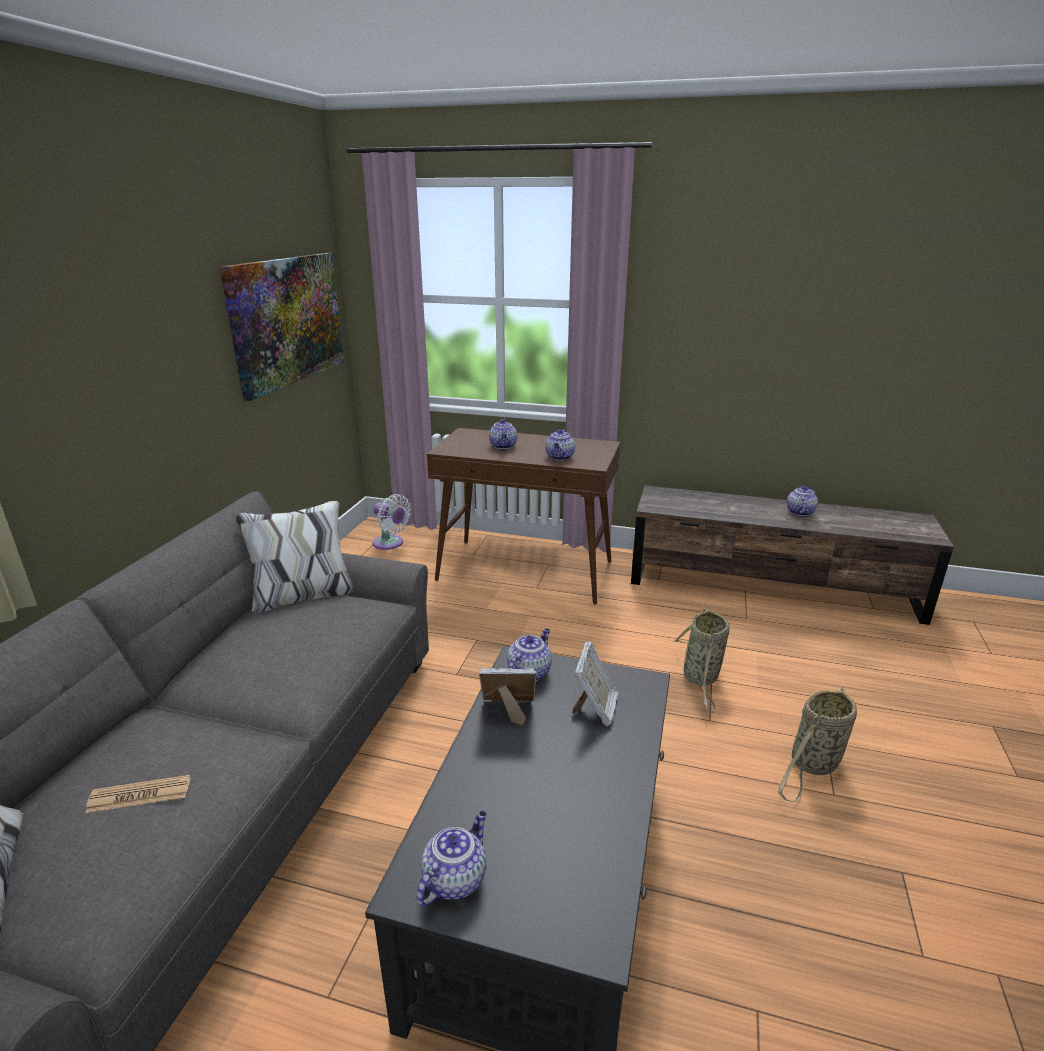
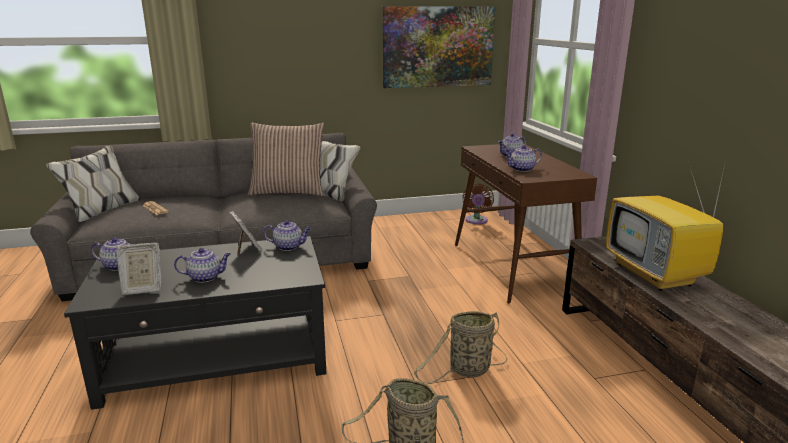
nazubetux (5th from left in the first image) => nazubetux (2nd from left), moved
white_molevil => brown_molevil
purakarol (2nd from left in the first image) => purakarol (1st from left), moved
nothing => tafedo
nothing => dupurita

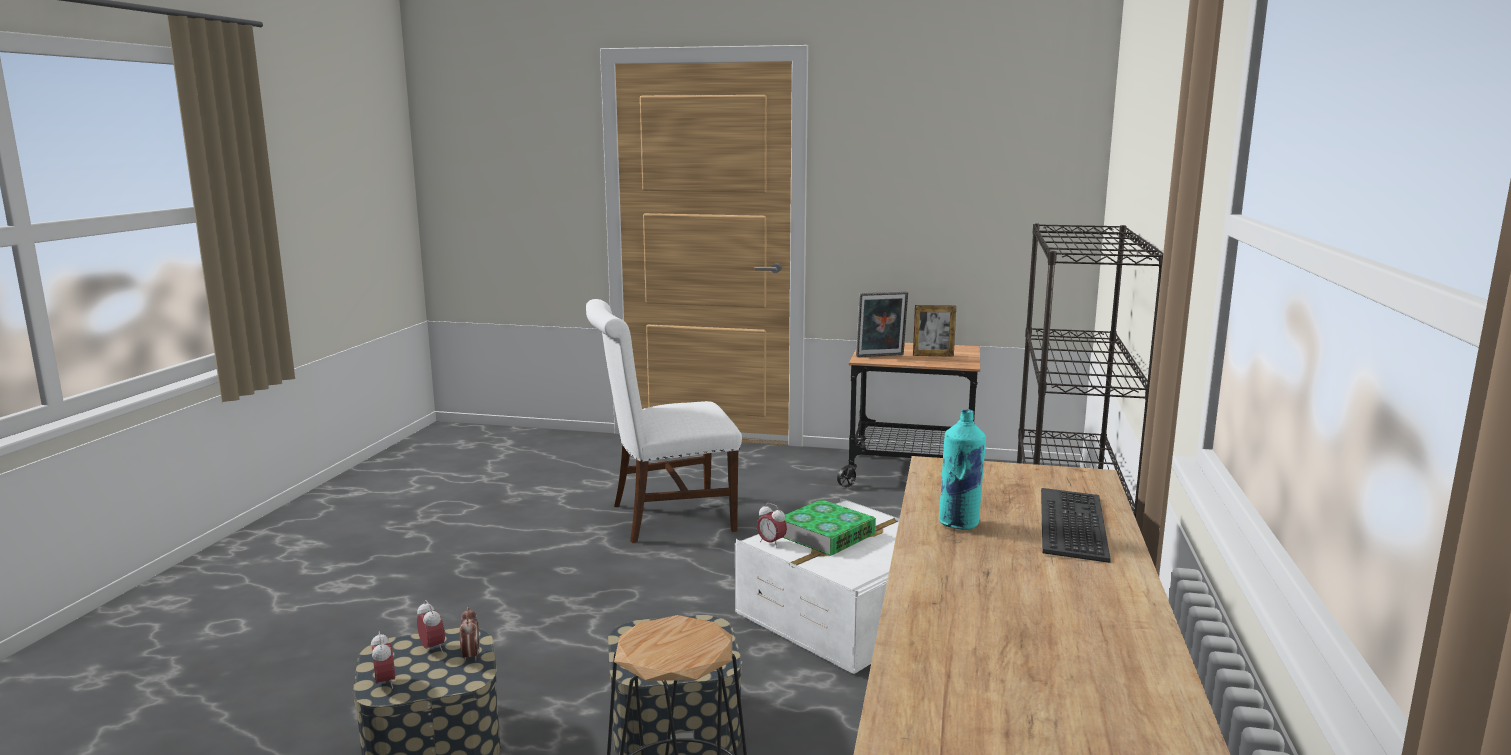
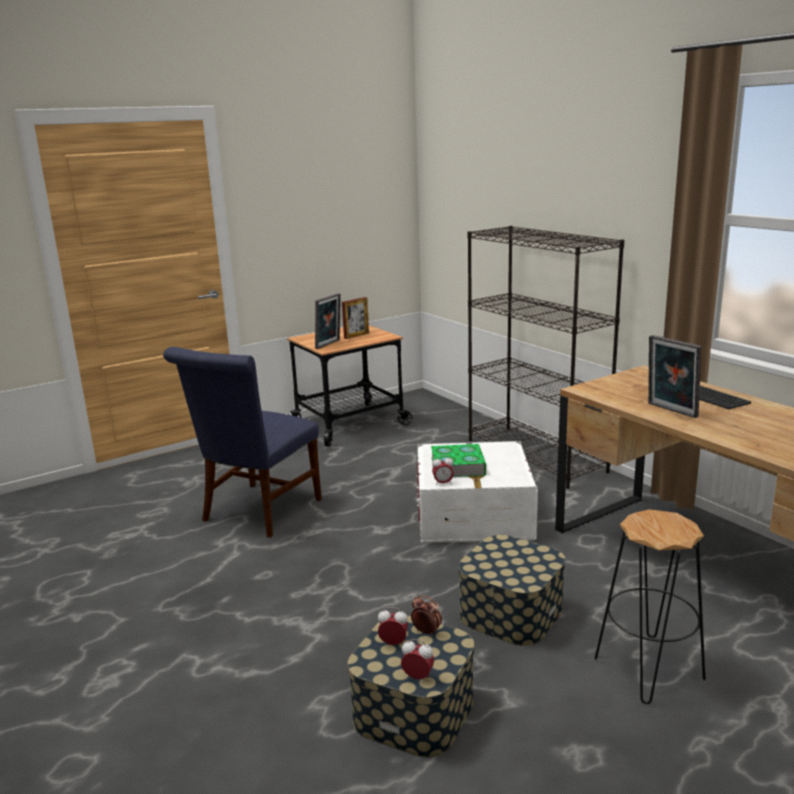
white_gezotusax => blue_gezotusax
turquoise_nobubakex => purakarol (3rd from left)

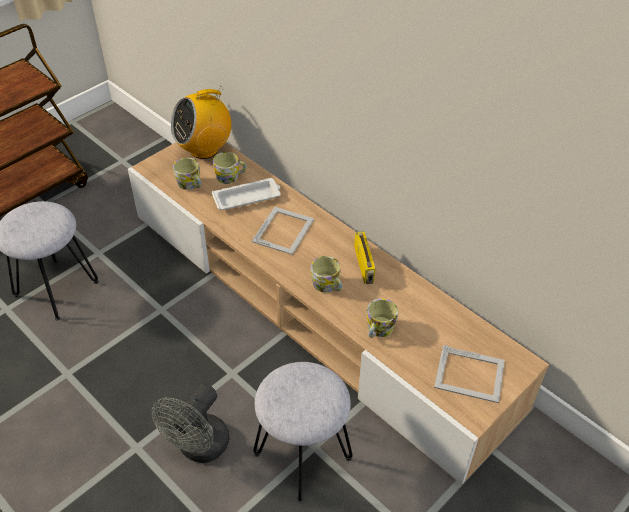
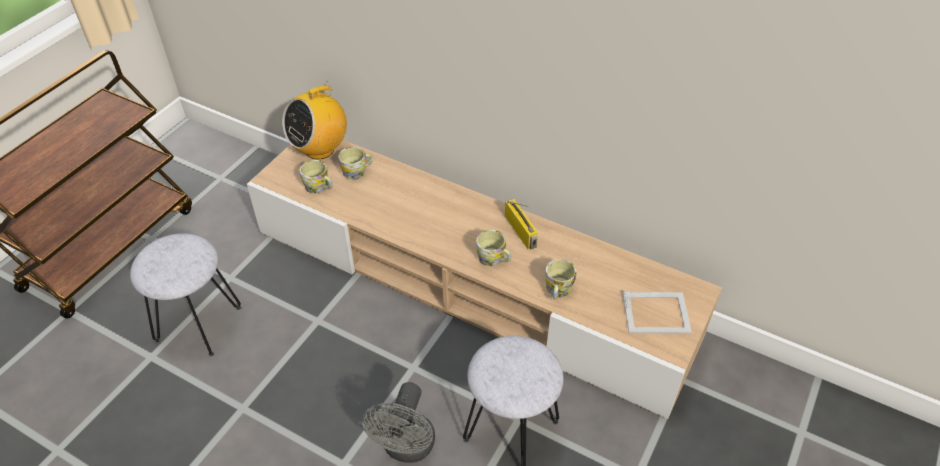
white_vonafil => nothing
purakarol (1st from left) => nothing

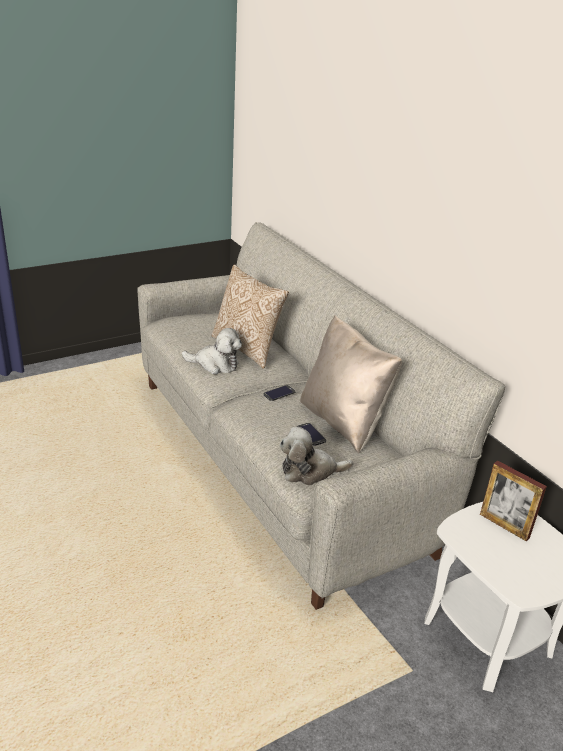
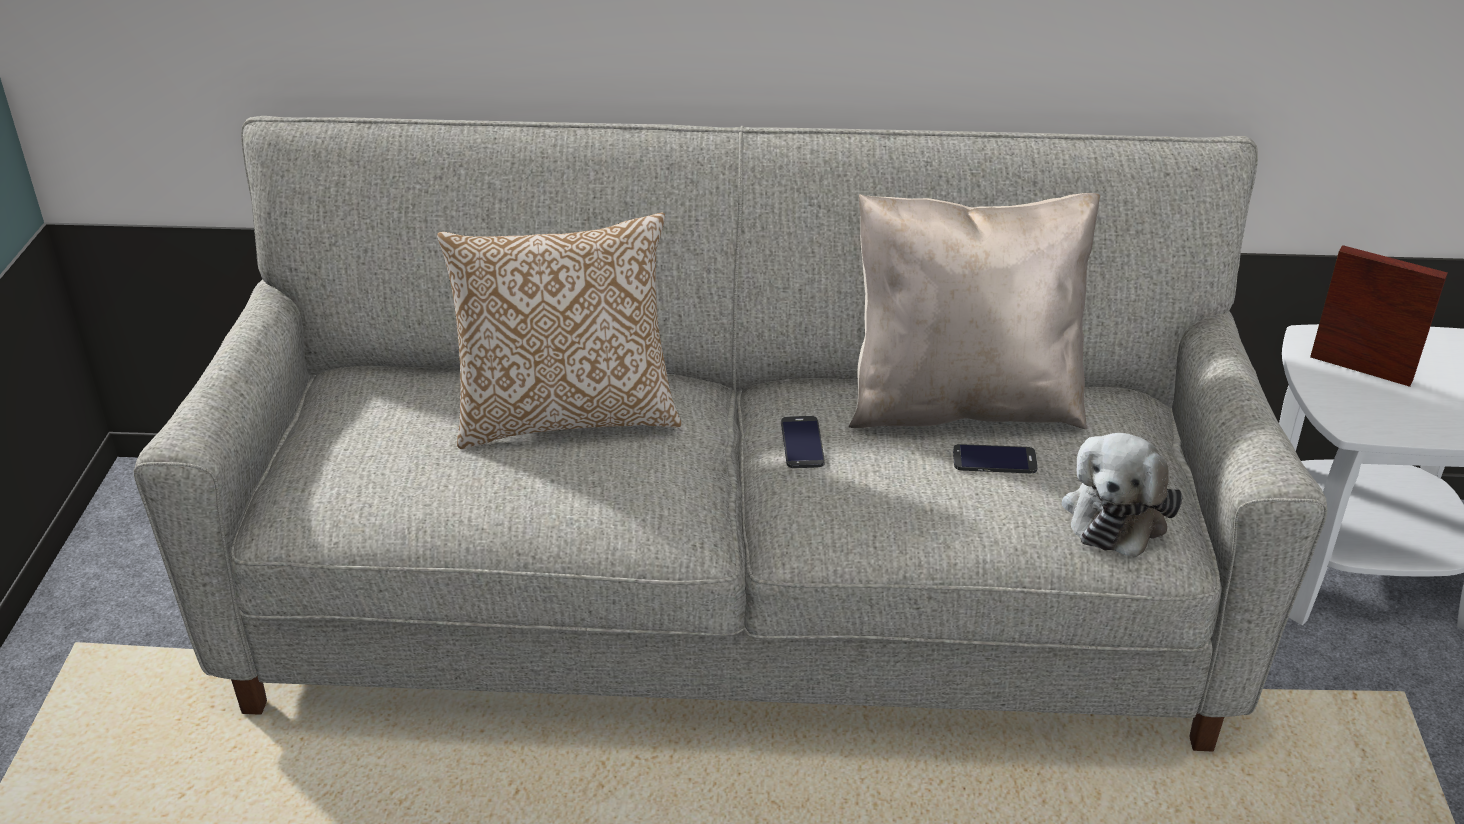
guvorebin (1st from left) => nothing
purakarol, 135 degrees counterclockwise

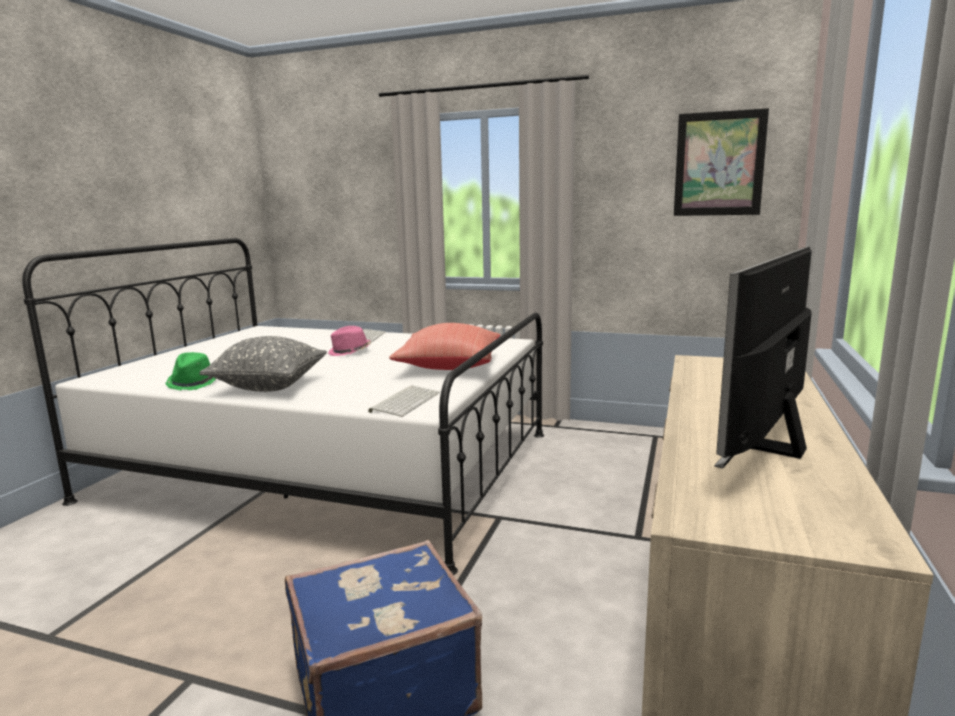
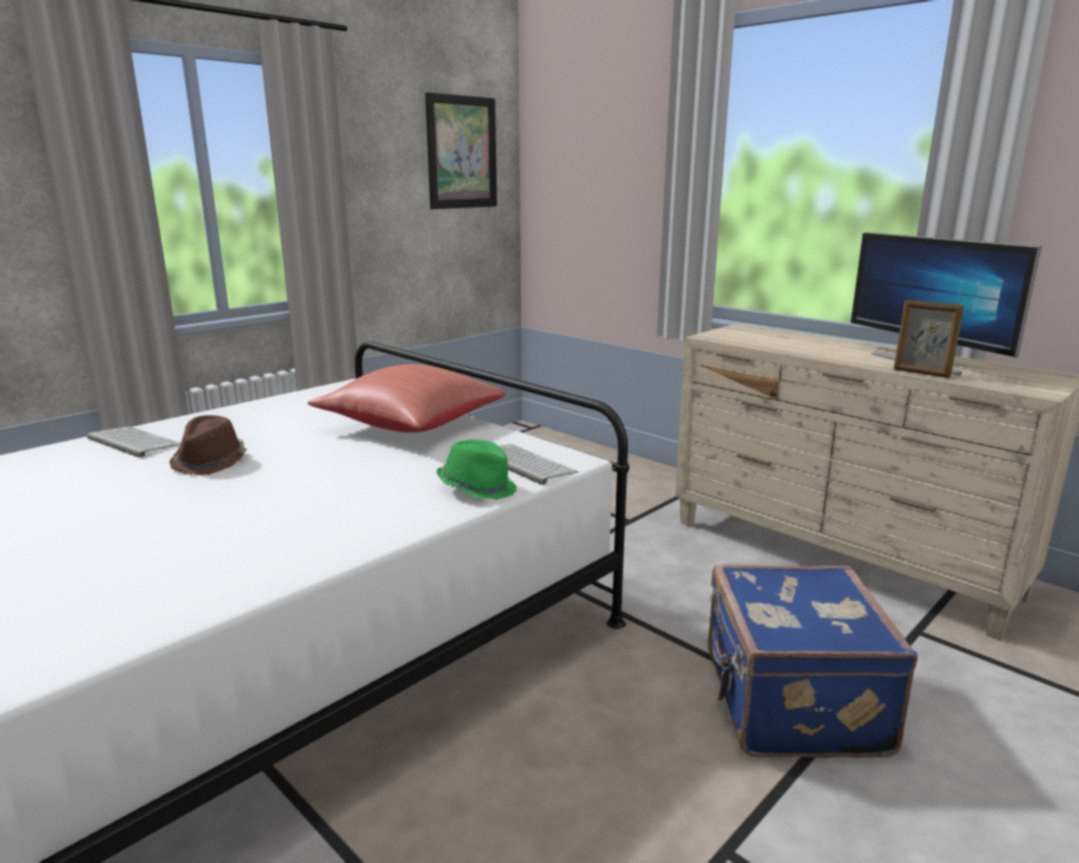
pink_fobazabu => brown_fobazabu
grey_tafedo => nothing
green_fobazabu, moved
nothing => purakarol

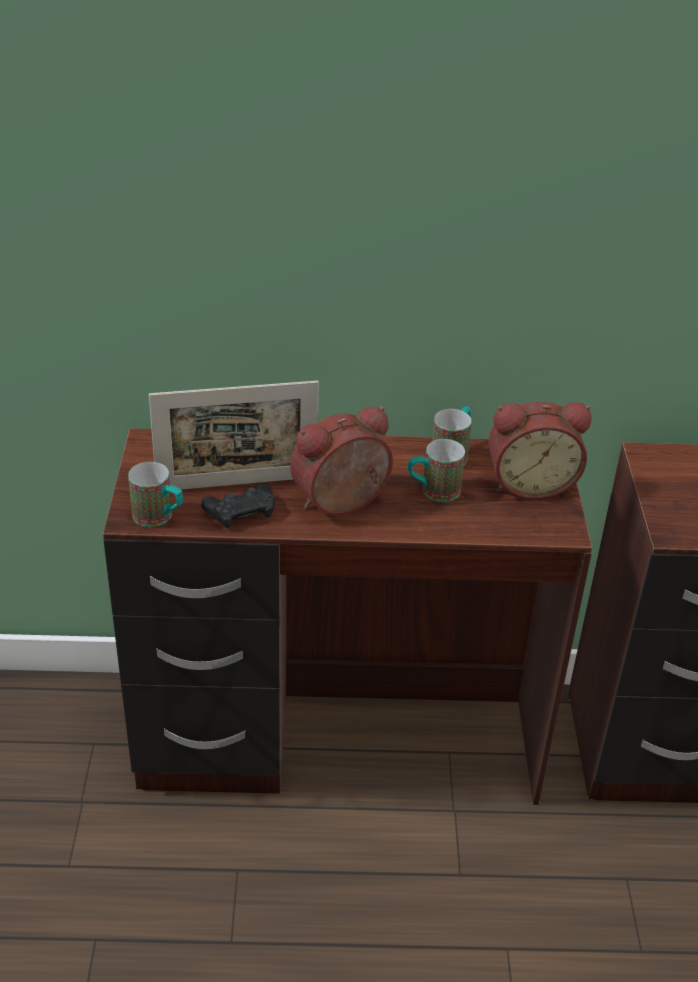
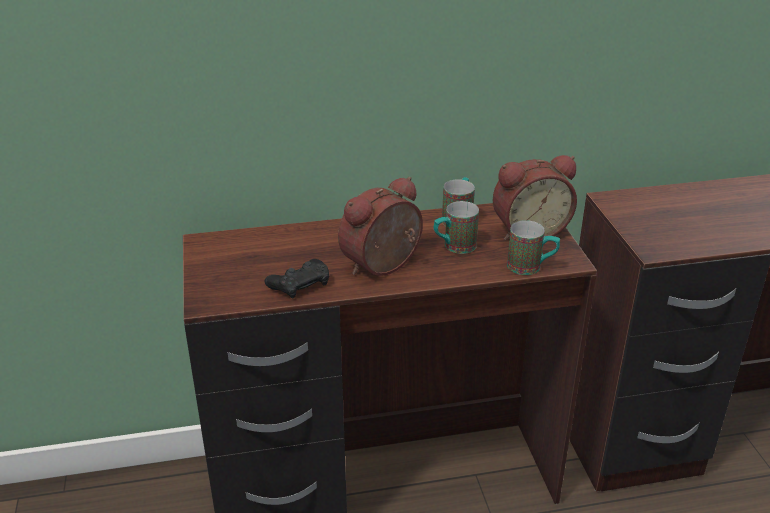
purakarol => nothing
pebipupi (1st from left in the first image) => pebipupi (3rd from left), moved

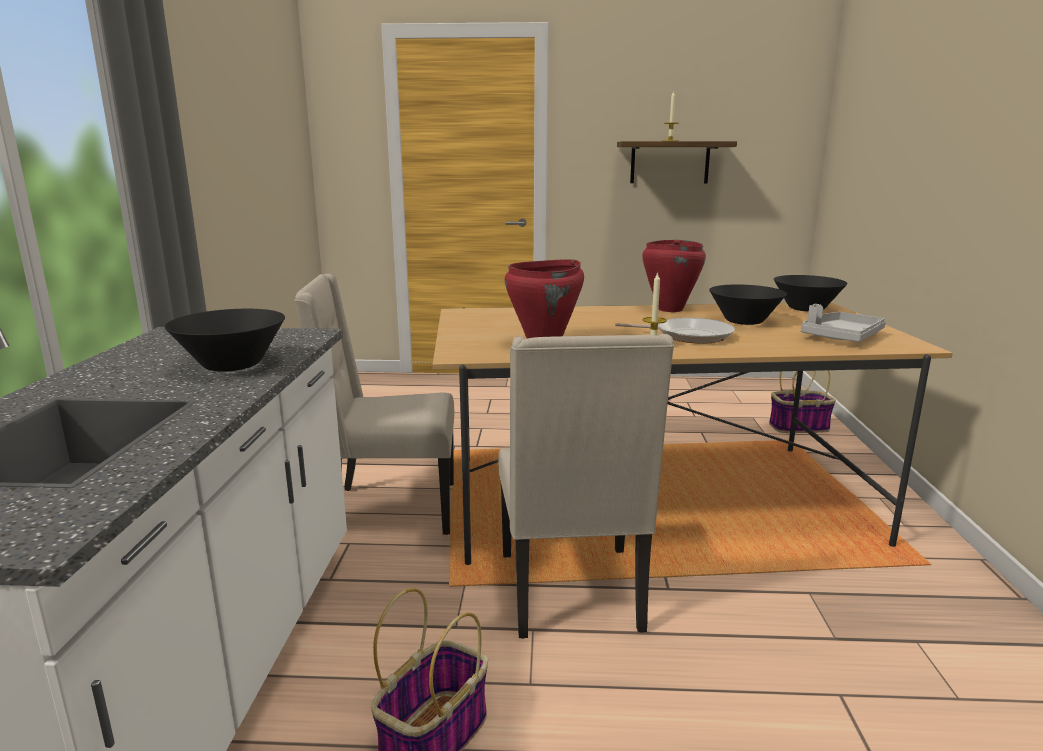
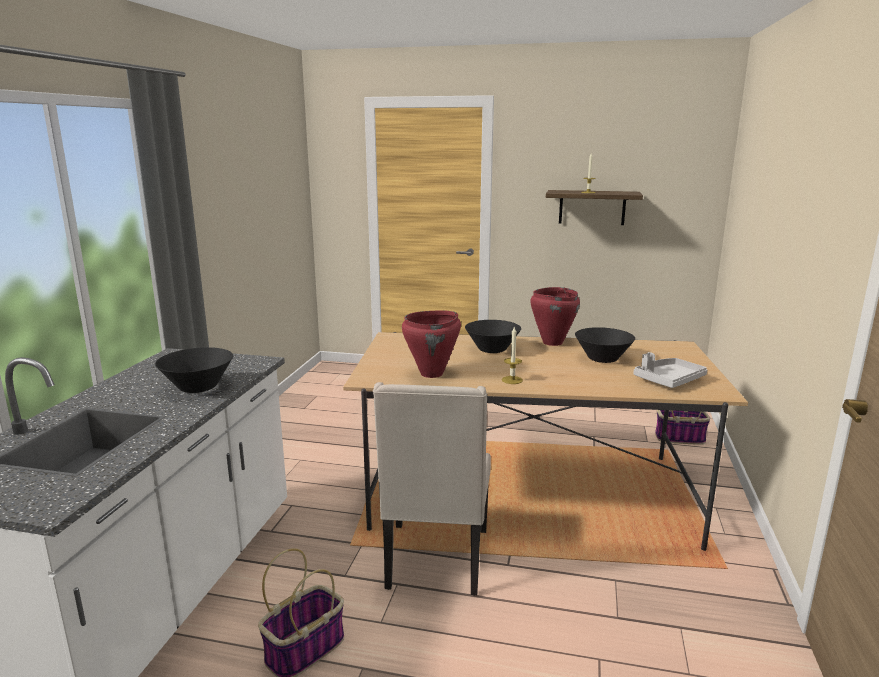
beige_gezotusax (1st from left) => nothing
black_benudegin (3rd from left in the first image) => black_benudegin (2nd from left), moved
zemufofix => nothing

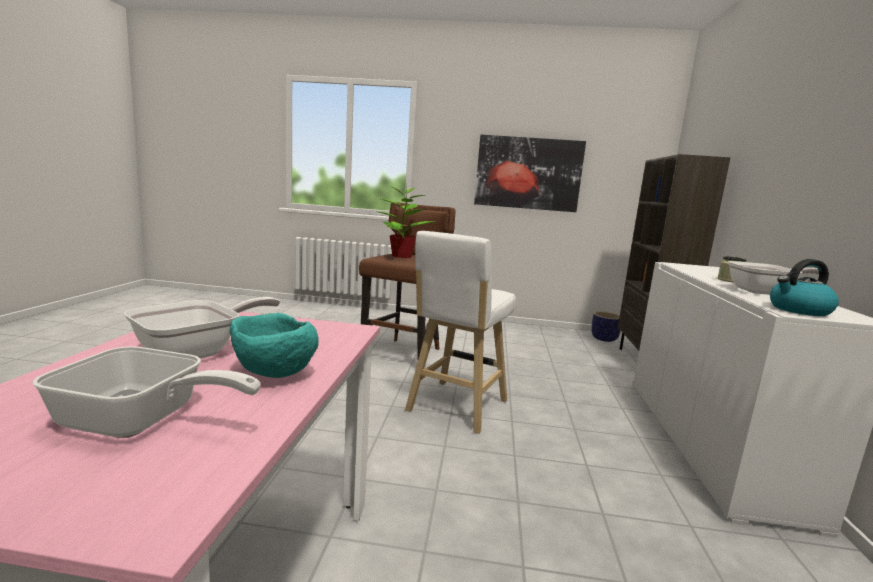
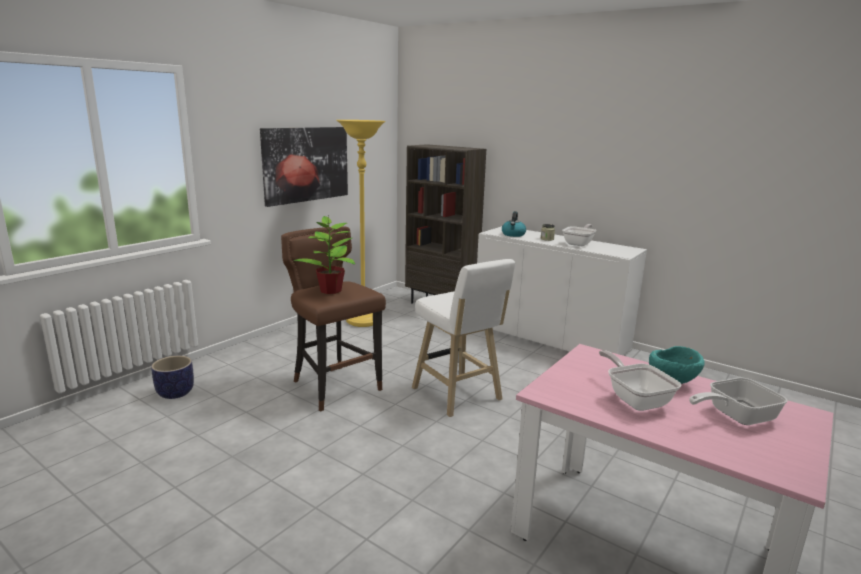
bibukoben, moved
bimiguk, moved
zemufofix (1st from left in the first image) => zemufofix (3rd from left), 150 degrees counterclockwise
nothing => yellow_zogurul

